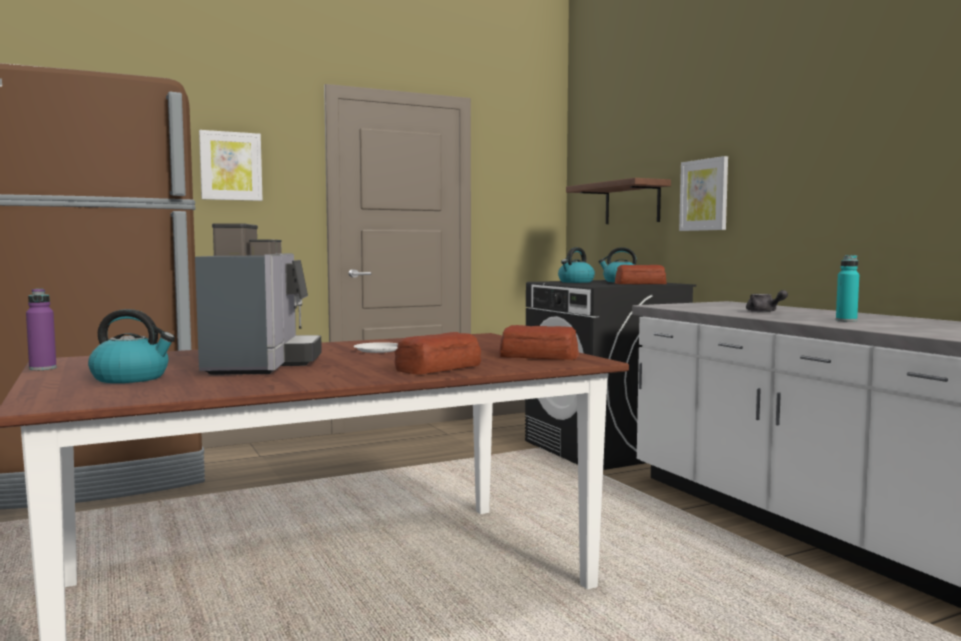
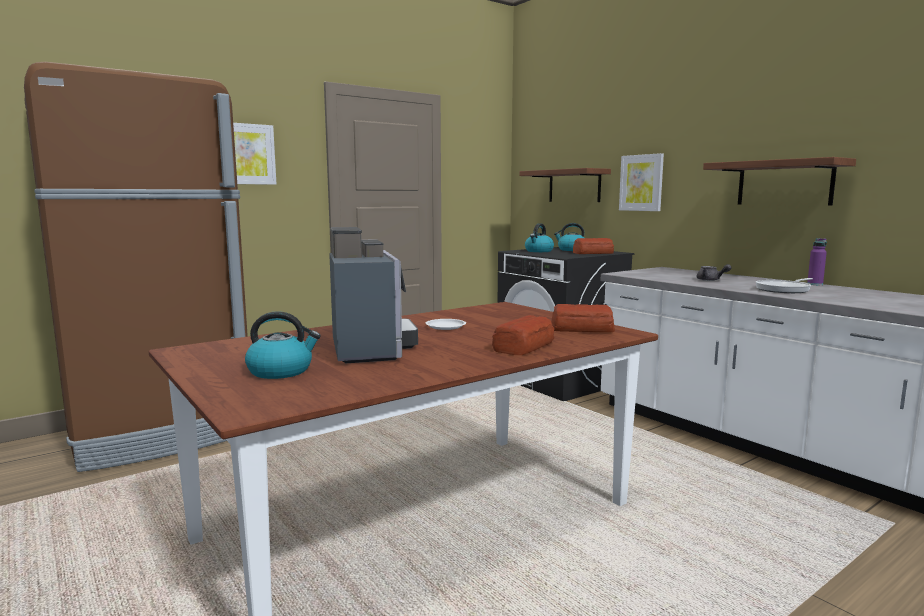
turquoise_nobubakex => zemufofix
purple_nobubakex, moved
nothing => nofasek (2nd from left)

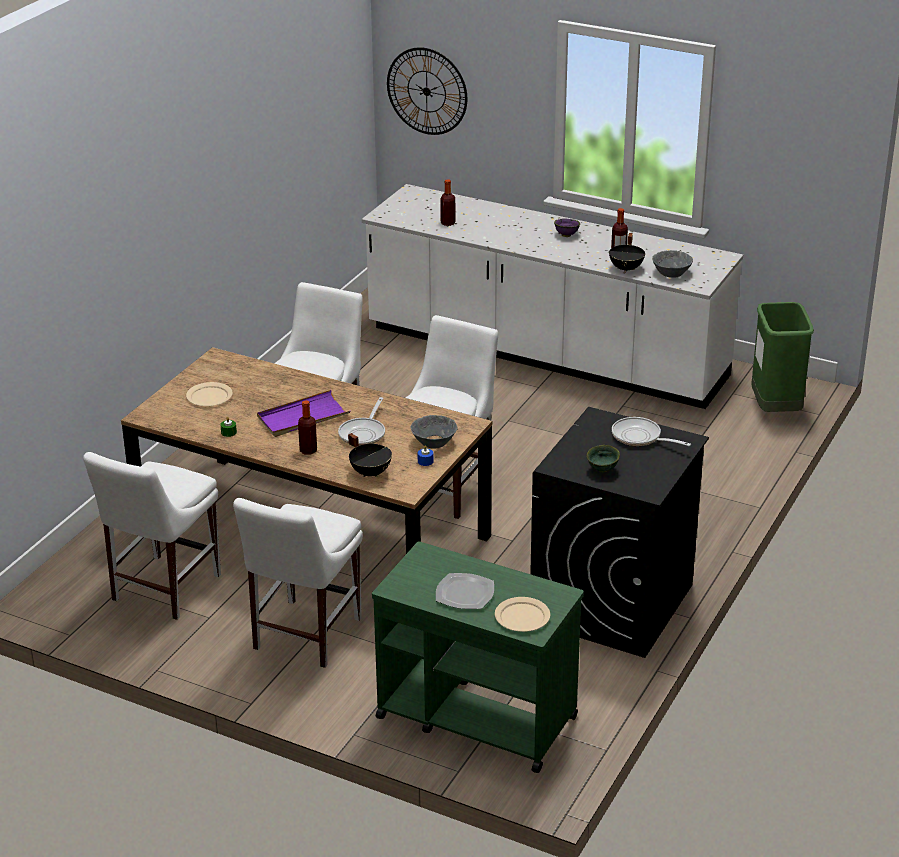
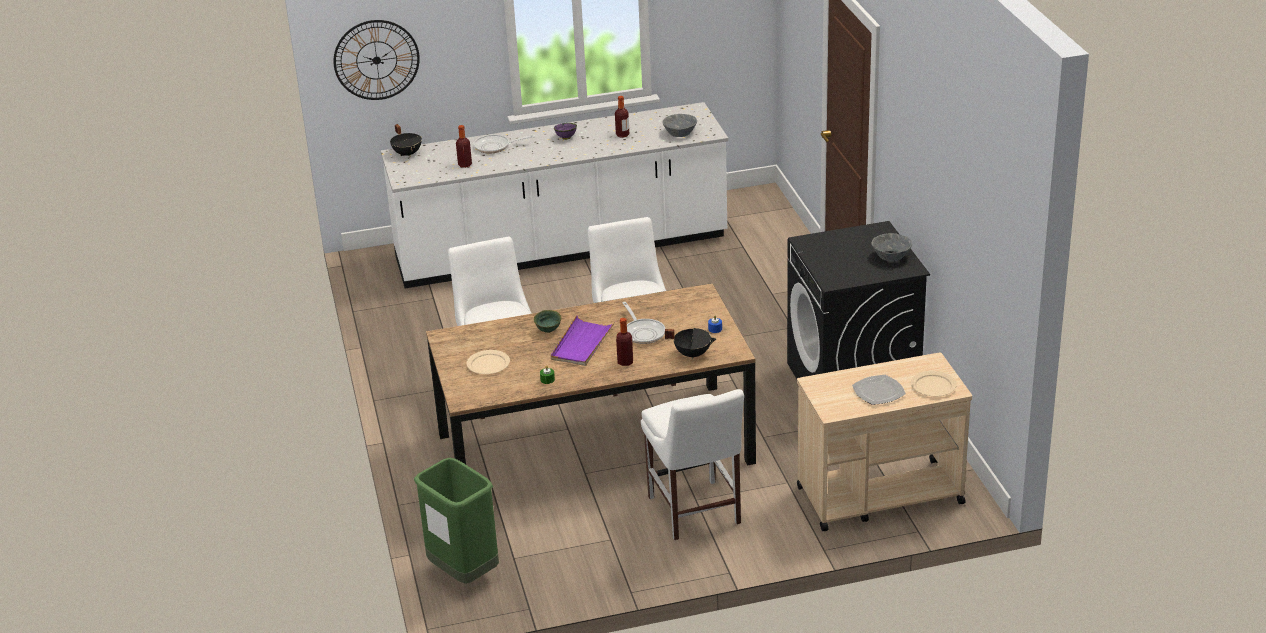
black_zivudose (2nd from left in the first image) => black_zivudose (1st from left), moved
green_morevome, moved
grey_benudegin (1st from left in the first image) => grey_benudegin (2nd from left), moved
zemufofix (2nd from left in the first image) => zemufofix (1st from left), moved
green_benudegin, moved
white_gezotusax (1st from left) => nothing
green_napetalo => beige_napetalo

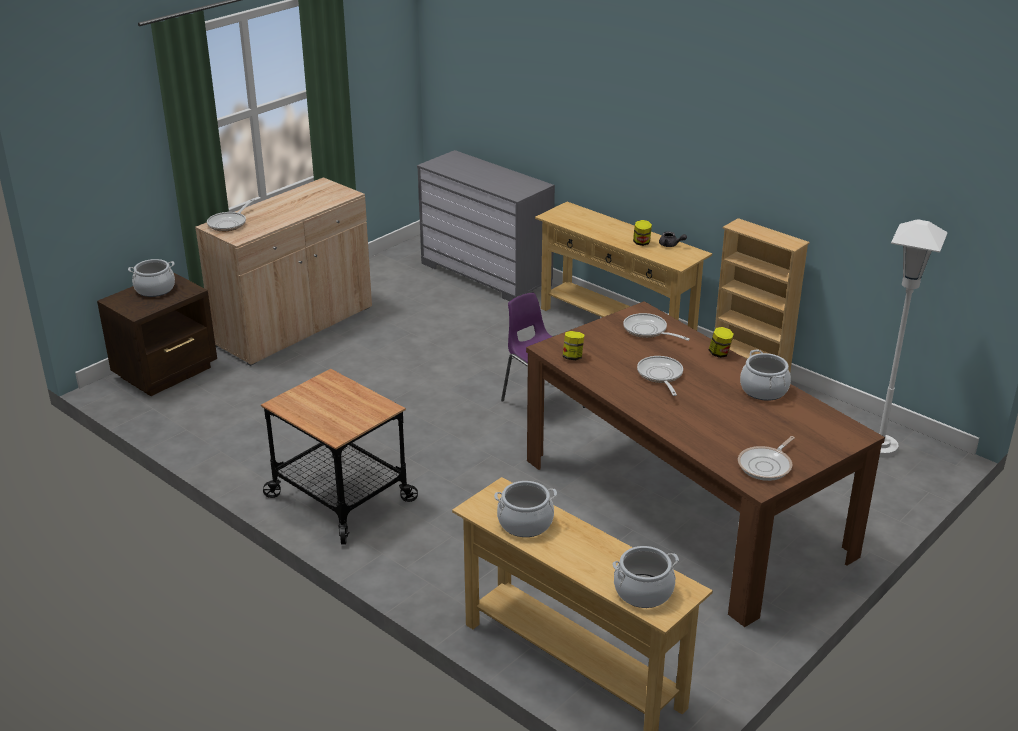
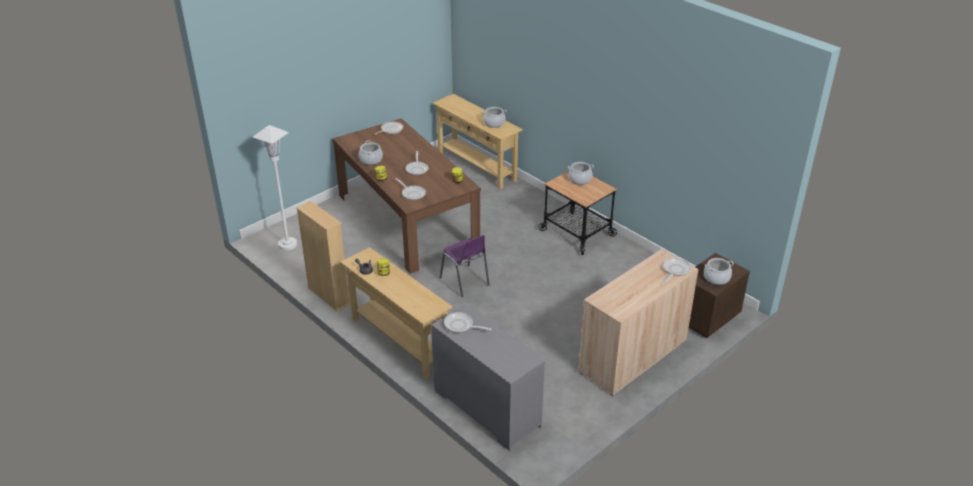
zivudose (3rd from left), moved
nothing => zemufofix (4th from left)

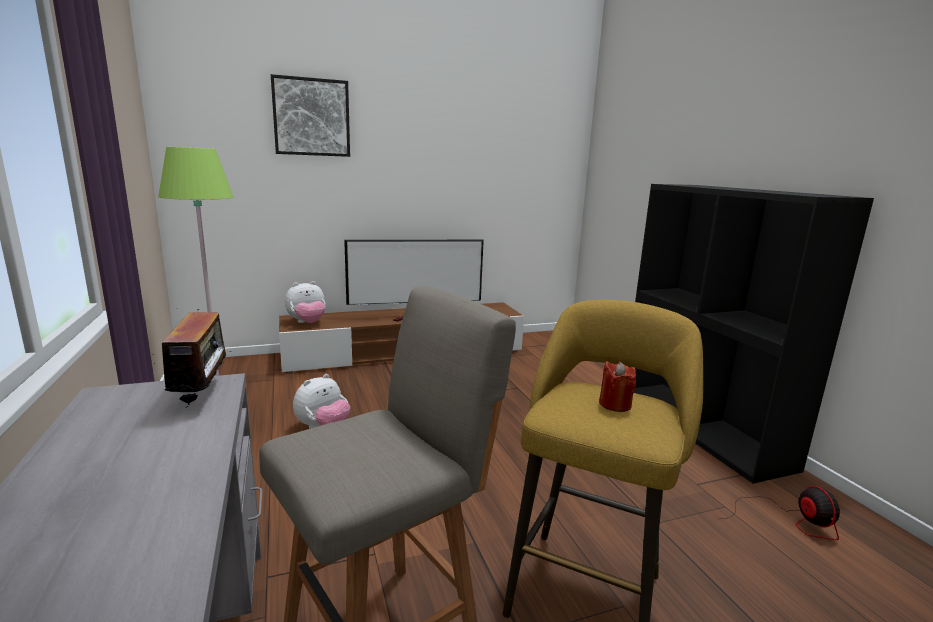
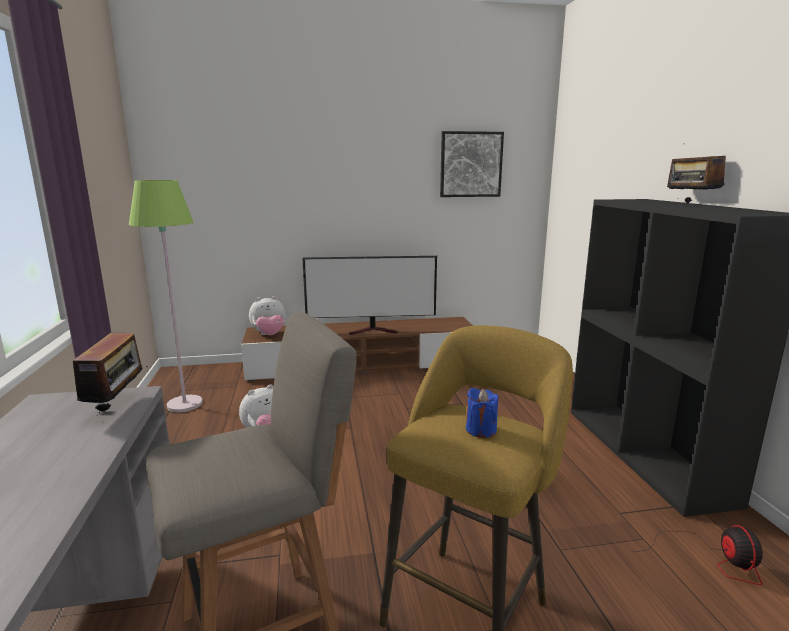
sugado, moved
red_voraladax => blue_voraladax
nothing => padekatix (2nd from left)

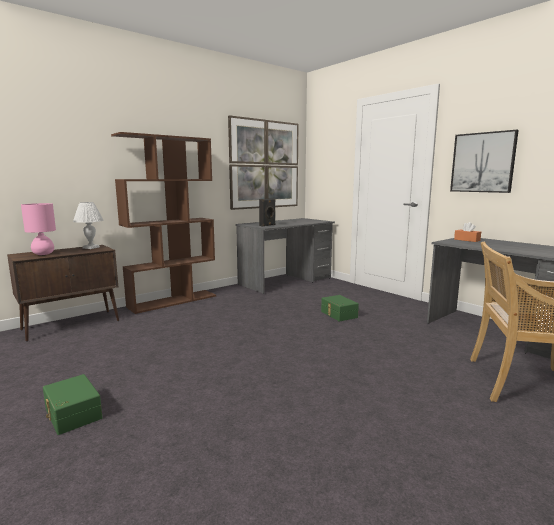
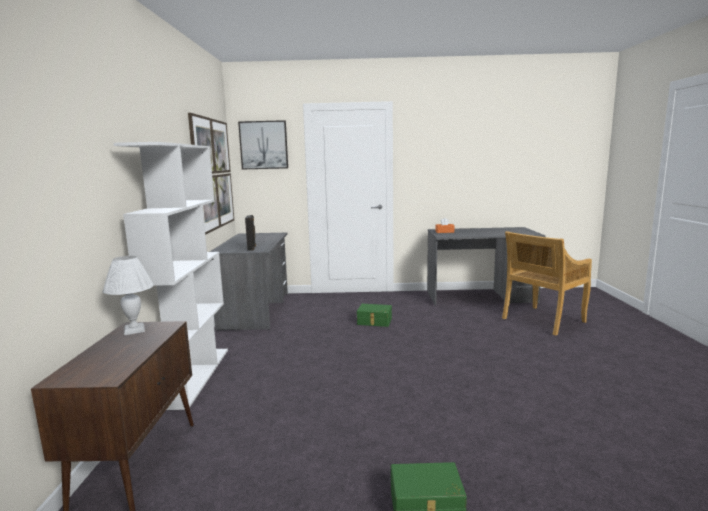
sugado (2nd from left), moved
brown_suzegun => white_suzegun
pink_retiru => nothing

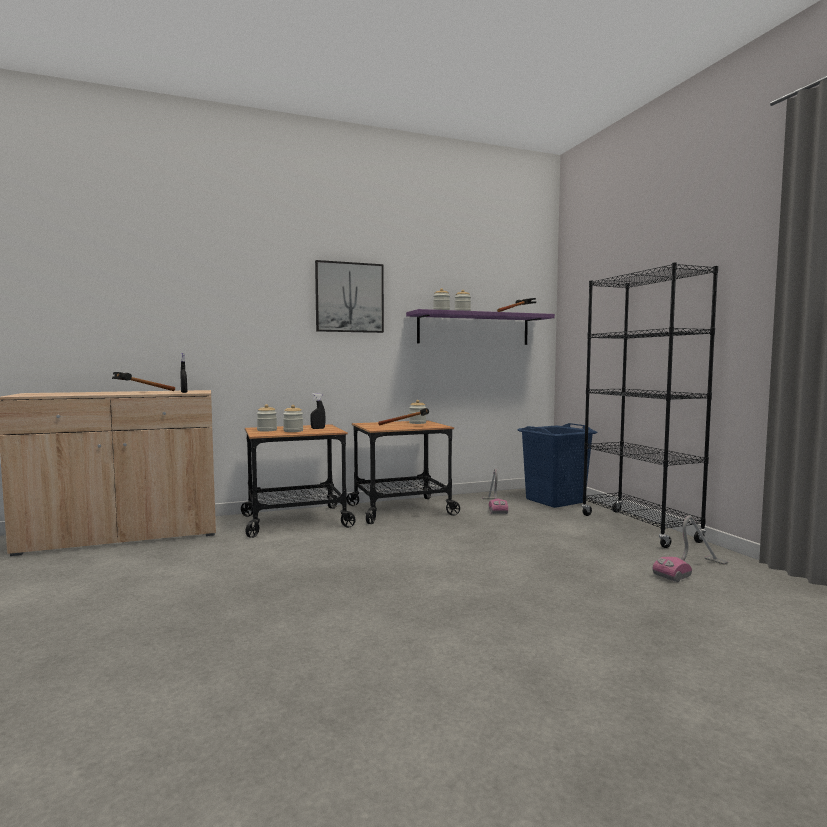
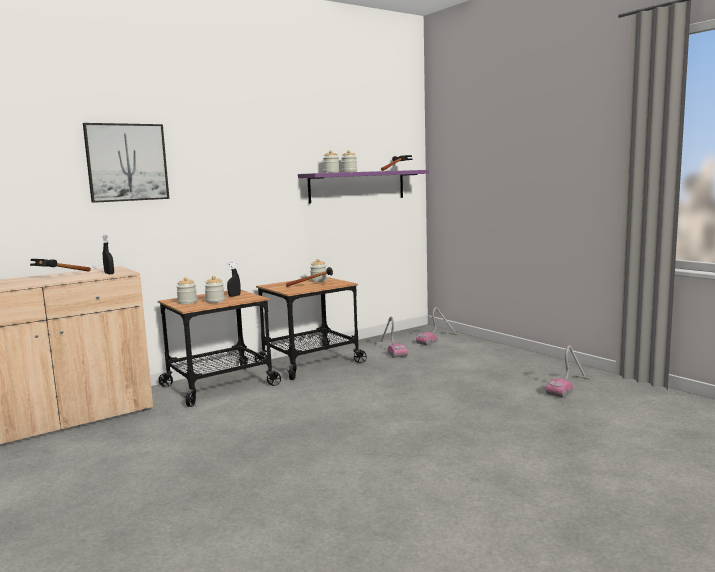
sugado, moved
black_suzegun => nothing
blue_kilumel => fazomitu (2nd from left)

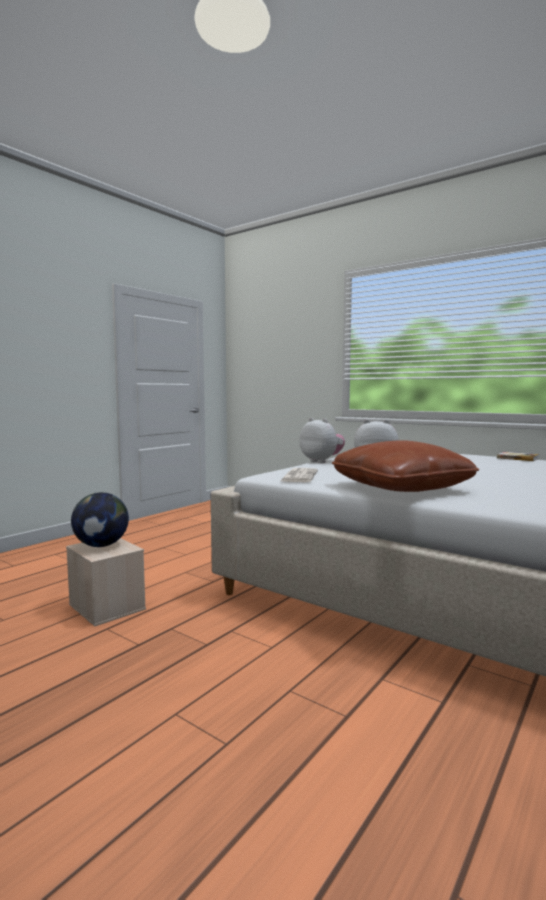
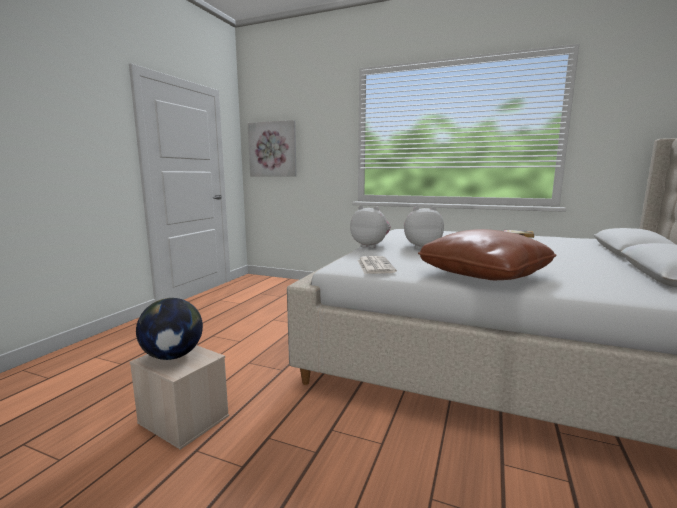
nothing => sugado

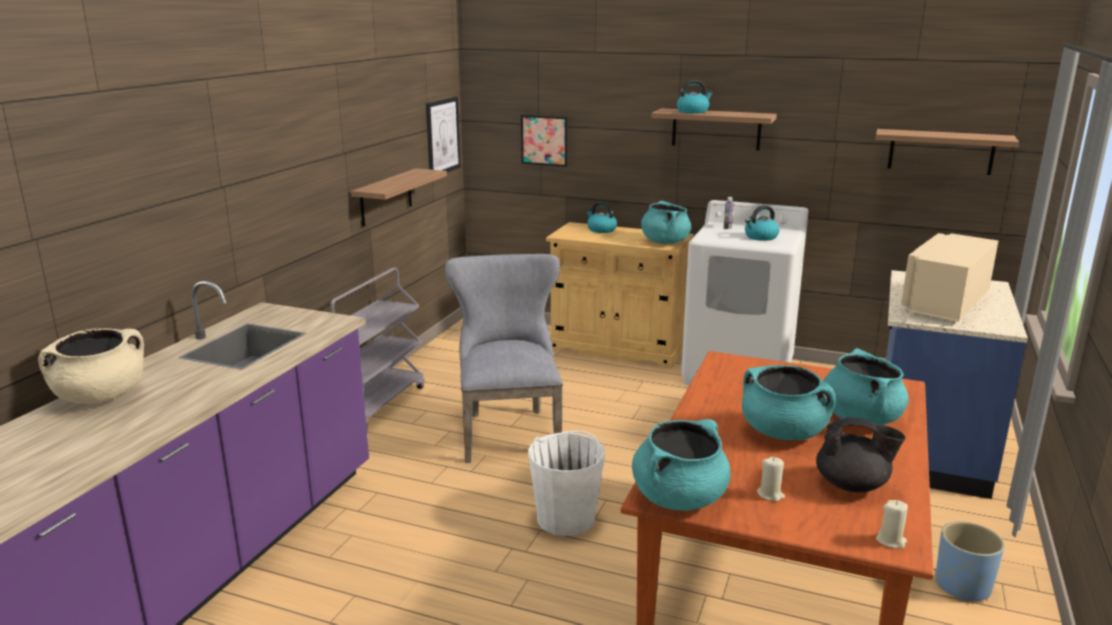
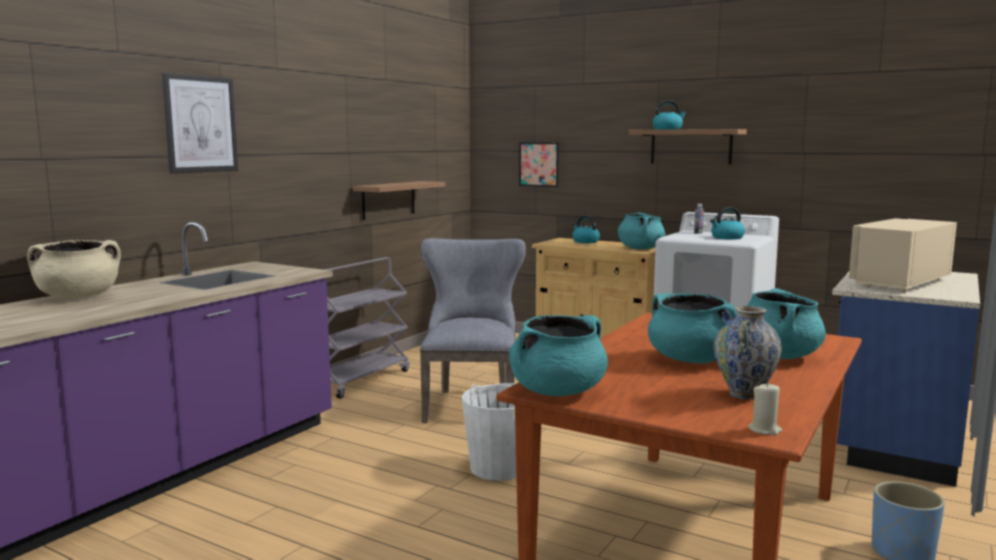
sugado (1st from left), moved
nofasek (3rd from left) => nothing
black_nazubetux => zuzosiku
beige_voraladax (1st from left) => nothing

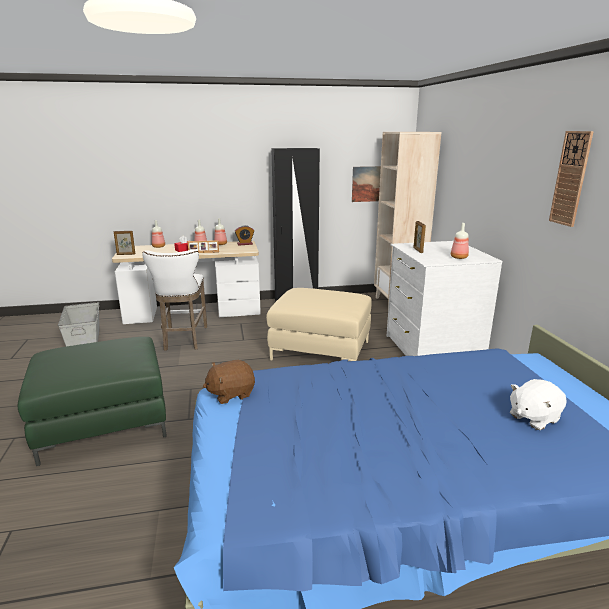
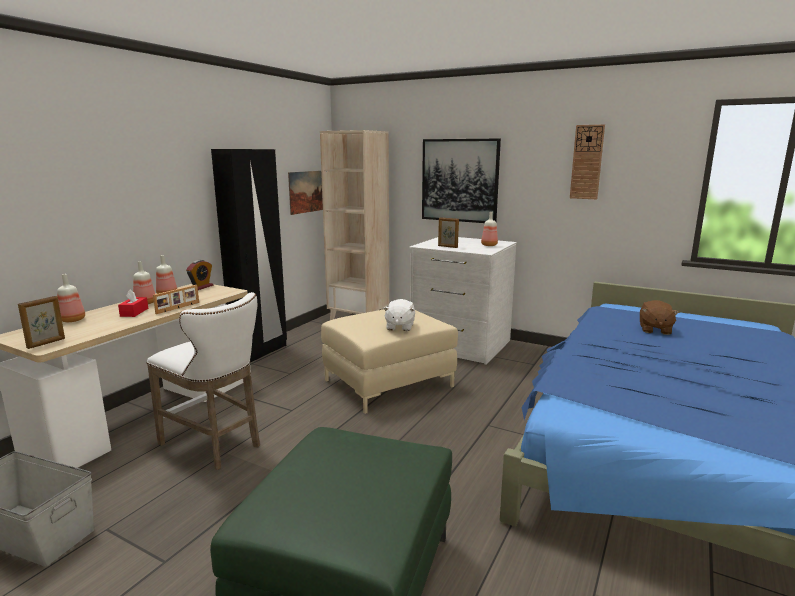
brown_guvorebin, moved
white_guvorebin, moved
nothing => sugado (2nd from left)

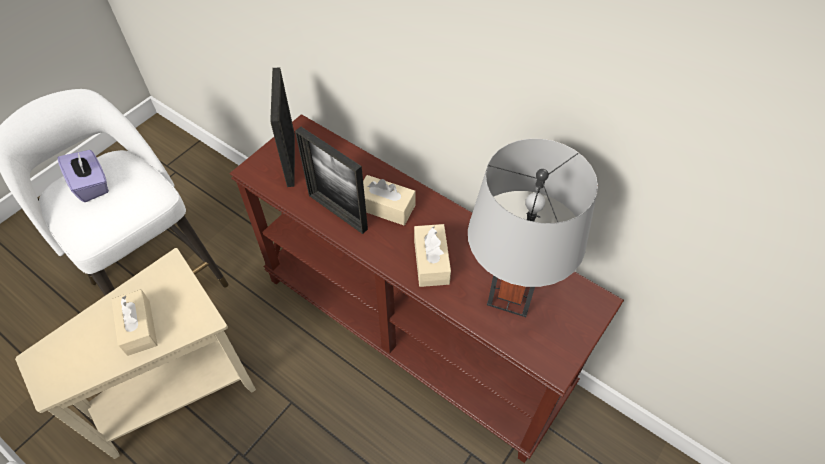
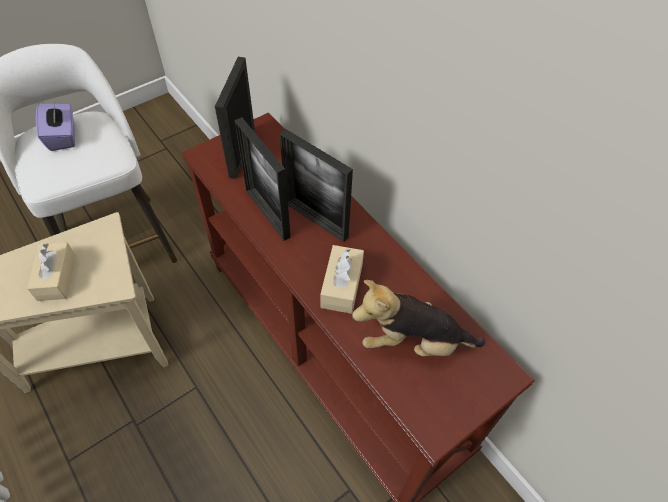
grey_retiru => guvorebin
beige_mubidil (2nd from left) => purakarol (3rd from left)

